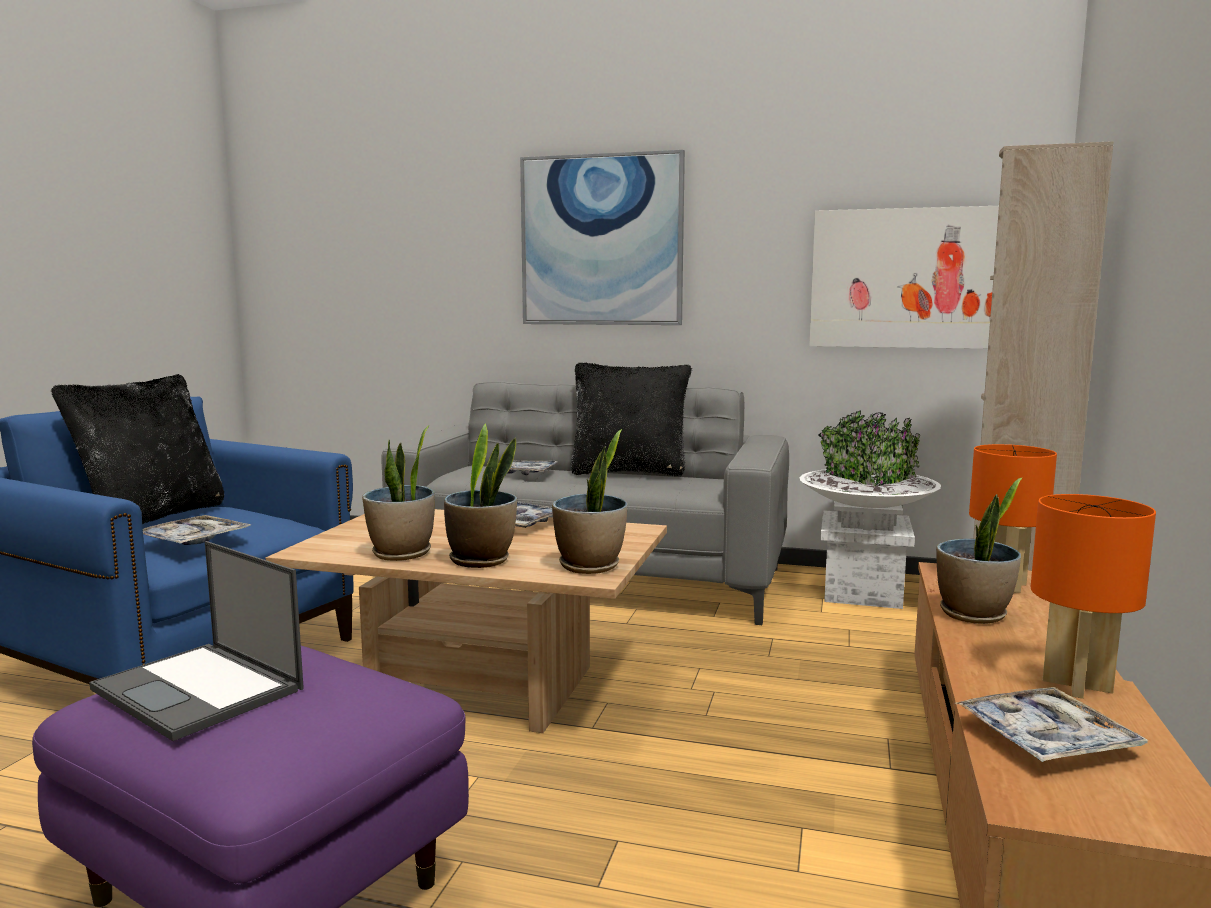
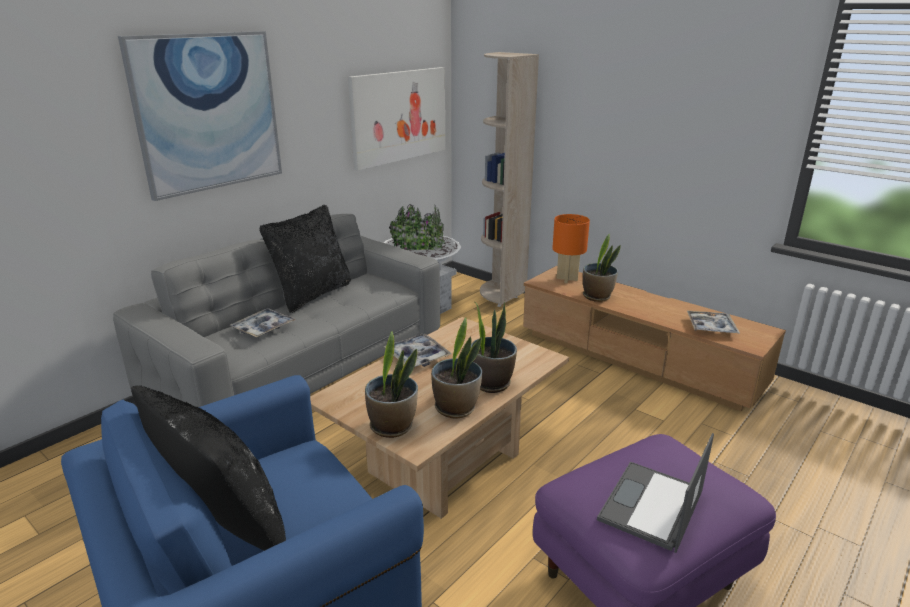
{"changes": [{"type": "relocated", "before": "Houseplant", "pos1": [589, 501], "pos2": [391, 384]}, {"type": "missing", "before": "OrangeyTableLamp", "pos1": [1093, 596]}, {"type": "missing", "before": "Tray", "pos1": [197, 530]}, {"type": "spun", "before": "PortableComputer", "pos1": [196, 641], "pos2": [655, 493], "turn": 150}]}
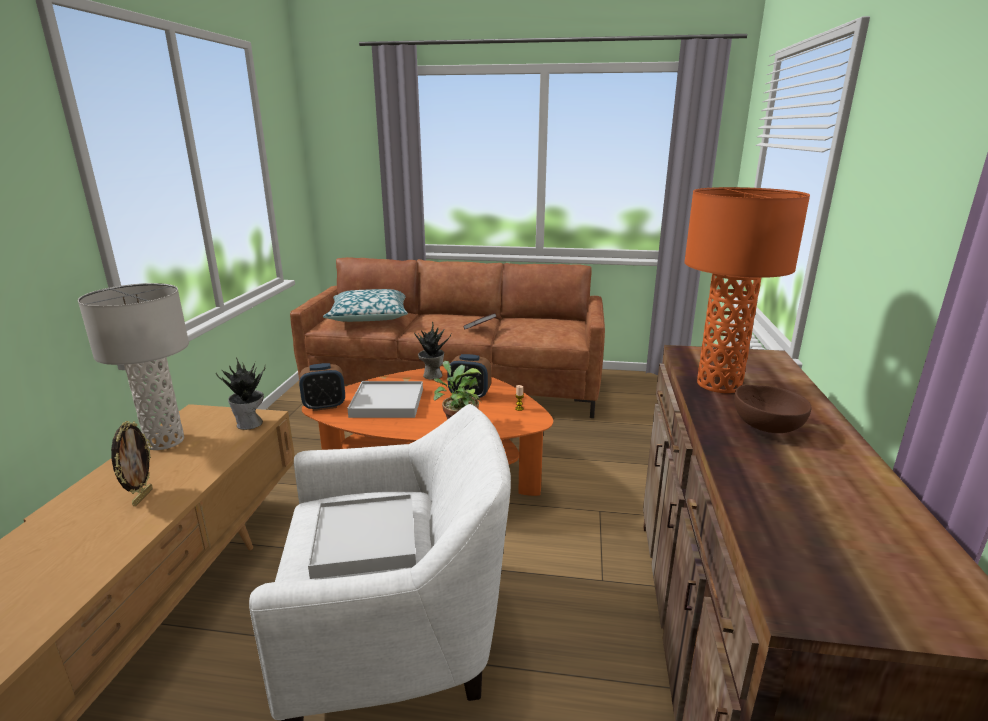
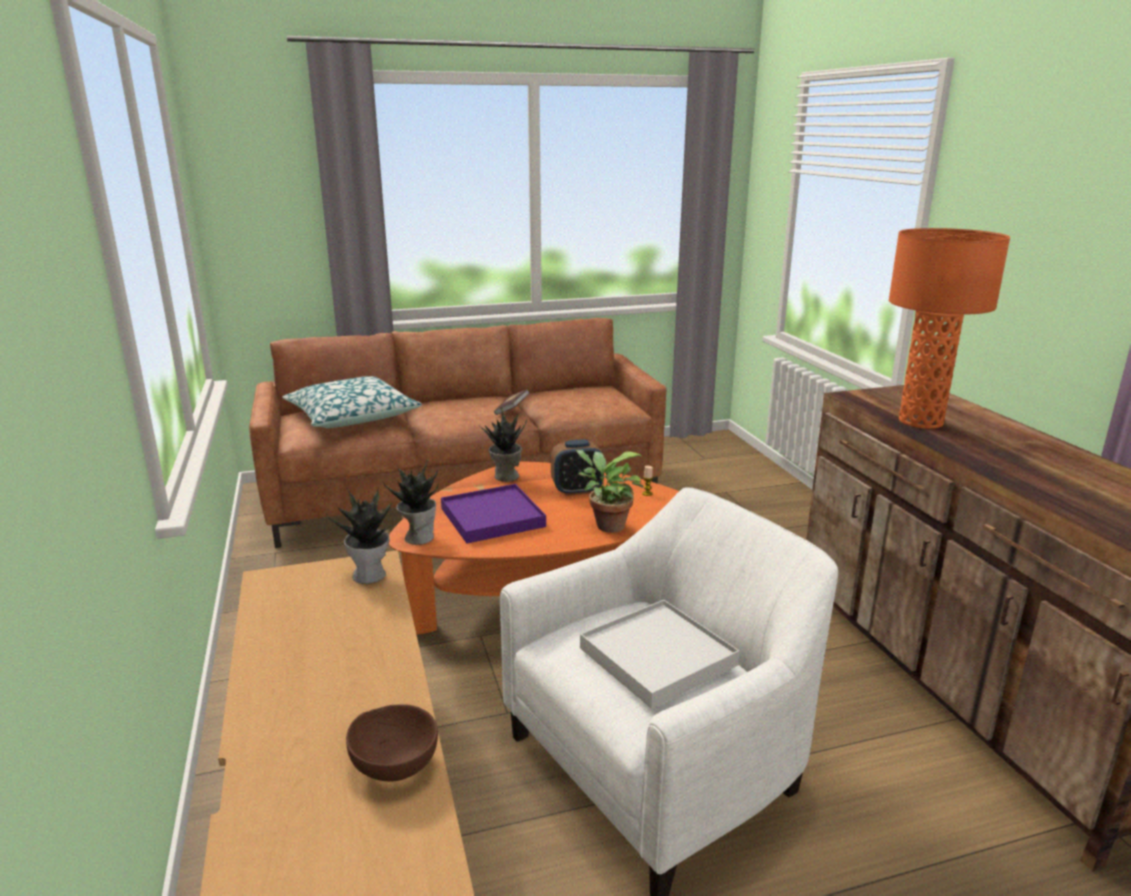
{"changes": [{"type": "missing", "before": "WhiteTableLamp", "pos1": [133, 366]}, {"type": "exchanged", "before": "AlarmClock", "after": "Houseplant", "pos1": [322, 387], "pos2": [410, 502]}, {"type": "colour", "before": "WhiteTray", "after": "PurpleColouredTray", "pos1": [385, 399], "pos2": [493, 513]}, {"type": "relocated", "before": "BrownServingBowl", "pos1": [772, 408], "pos2": [392, 743]}, {"type": "missing", "before": "PhotoFrame", "pos1": [131, 463]}]}
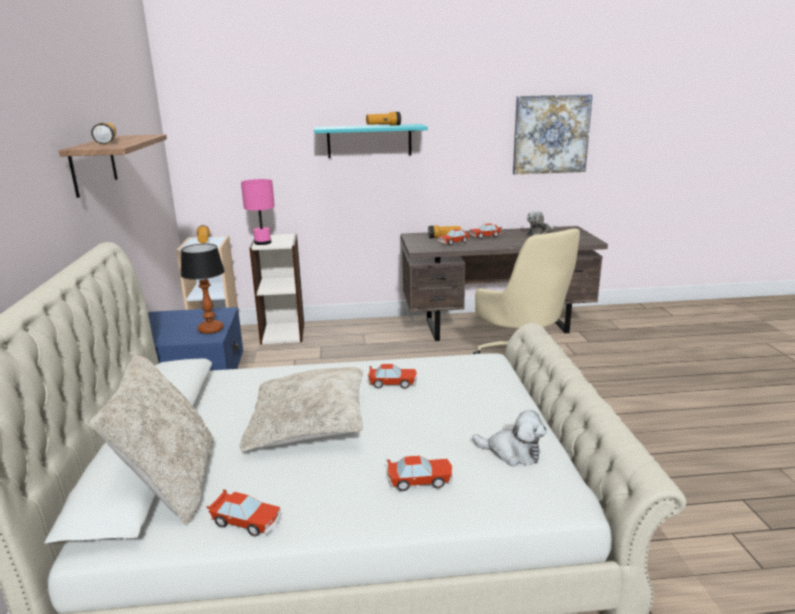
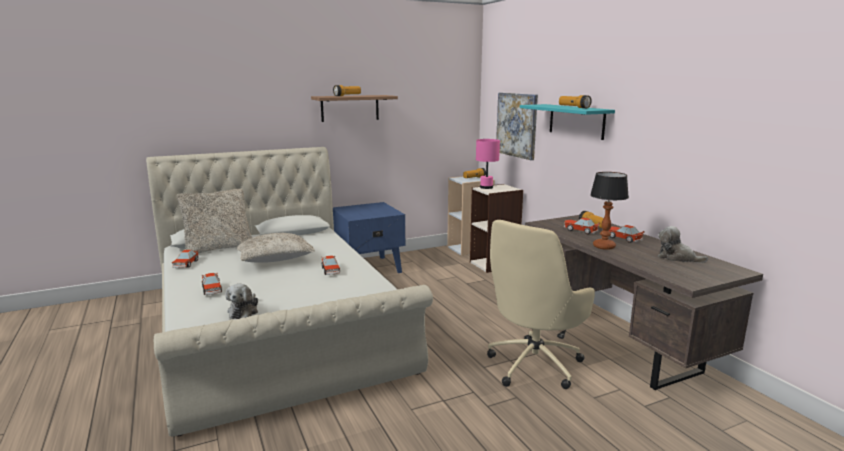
{"changes": [{"type": "relocated", "before": "Picture", "pos1": [553, 134], "pos2": [517, 126]}, {"type": "relocated", "before": "TableLamp", "pos1": [203, 289], "pos2": [609, 211]}]}
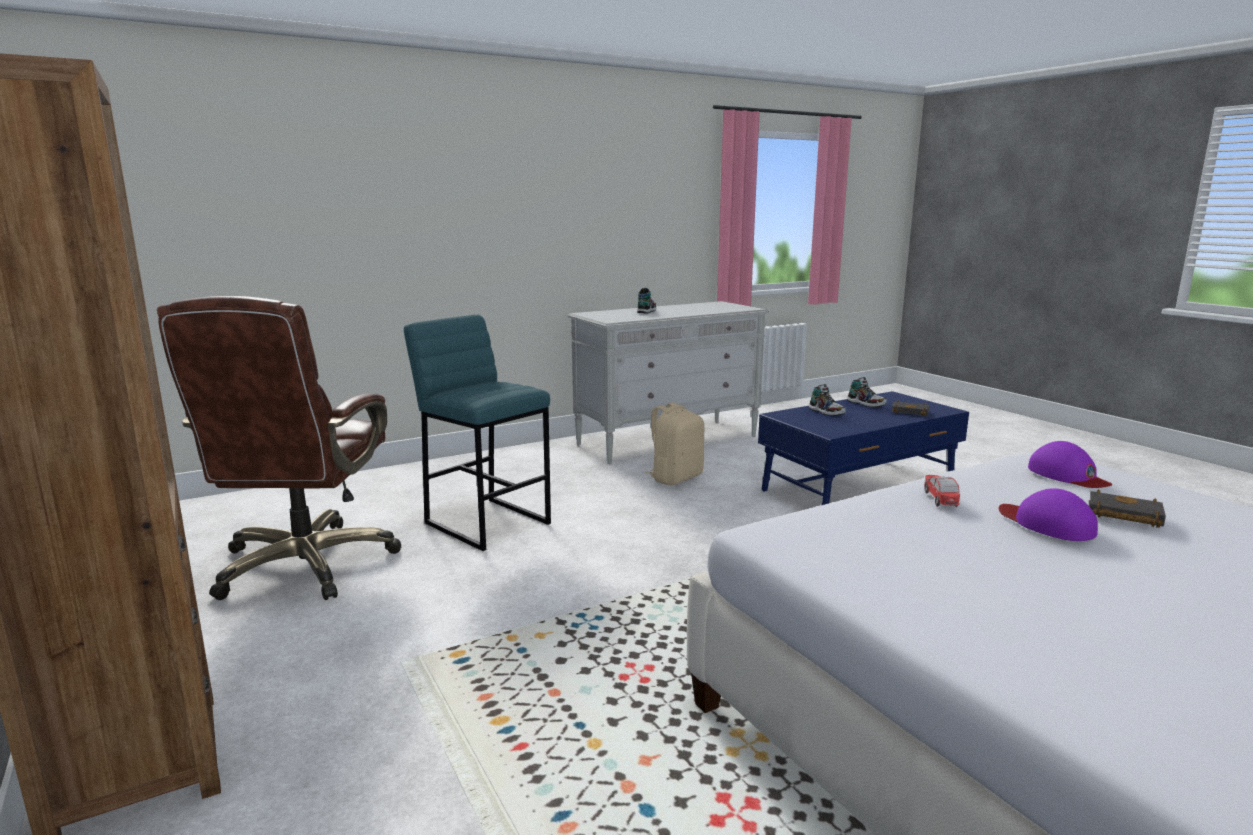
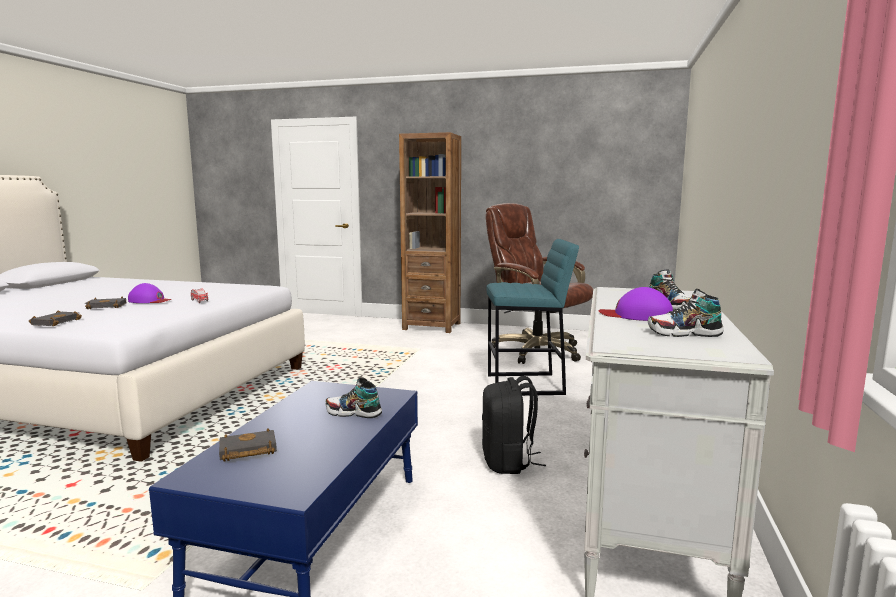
{"changes": [{"type": "relocated", "before": "LowShoe", "pos1": [867, 392], "pos2": [686, 313]}, {"type": "colour", "before": "BeigeKnapsack", "after": "BlackishKnapsack", "pos1": [674, 443], "pos2": [514, 425]}, {"type": "relocated", "before": "PurpleColouredPeakedCap", "pos1": [1070, 464], "pos2": [635, 304]}, {"type": "appeared", "after": "BlackishBook", "pos2": [55, 318]}]}
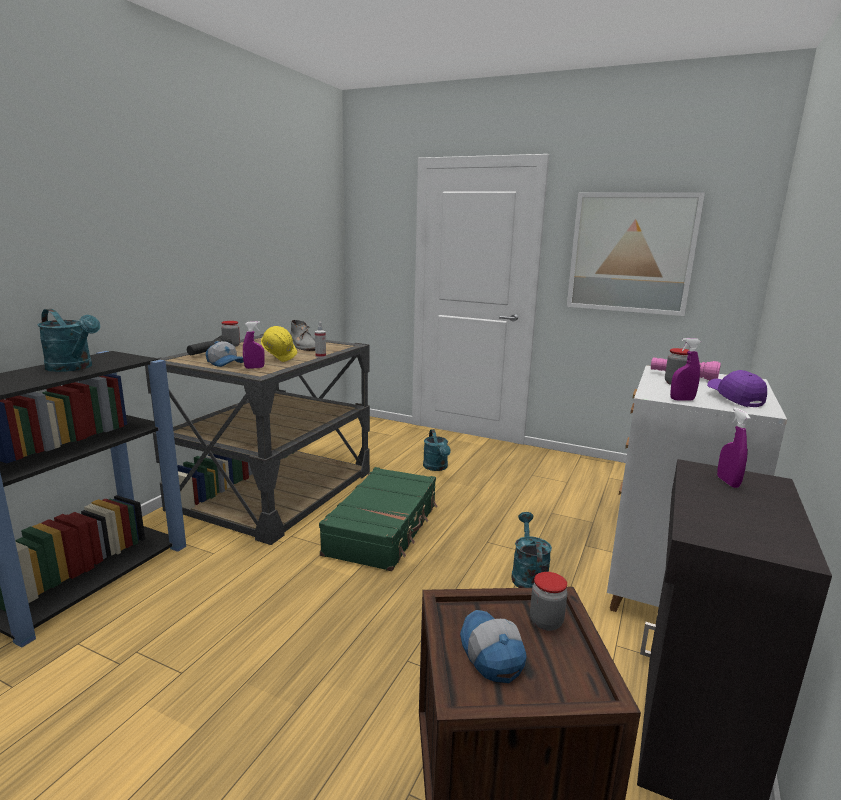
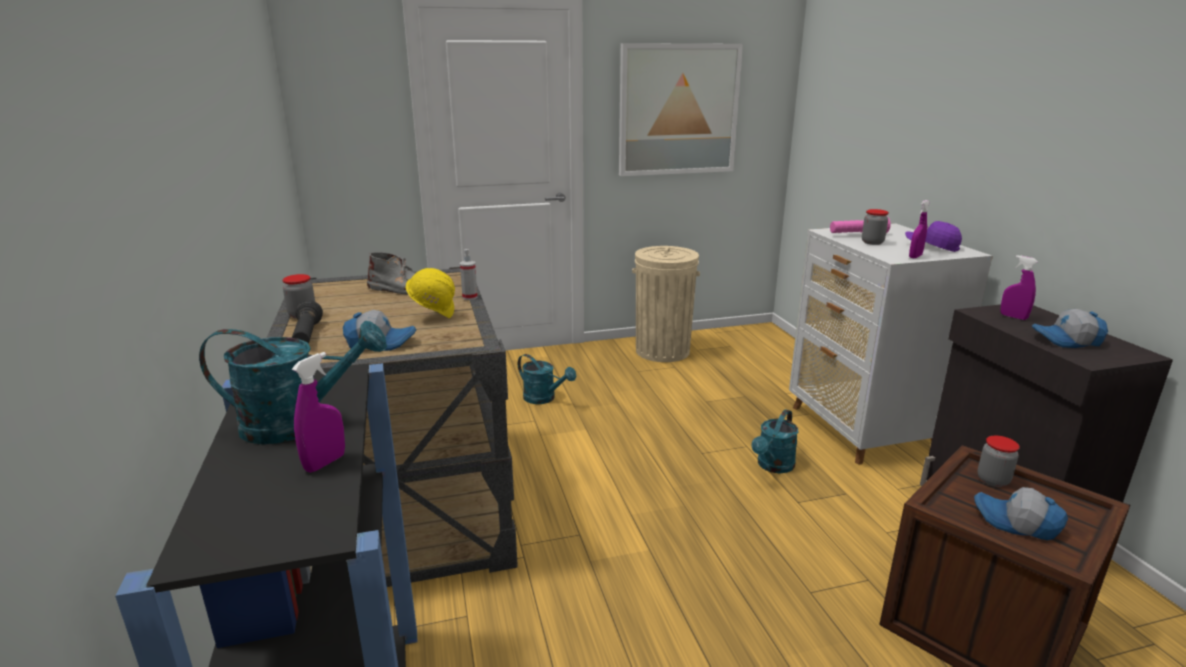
{"changes": [{"type": "relocated", "before": "PurpleColouredHandSprayer", "pos1": [254, 345], "pos2": [318, 412]}, {"type": "missing", "before": "GreenColouredSuitcase", "pos1": [378, 519]}, {"type": "spun", "before": "BlueGreenWateringCan", "pos1": [531, 550], "pos2": [775, 441], "turn": -105}, {"type": "appeared", "after": "BeigeTrashCan", "pos2": [666, 304]}, {"type": "appeared", "after": "PeakedCap", "pos2": [1070, 328]}]}
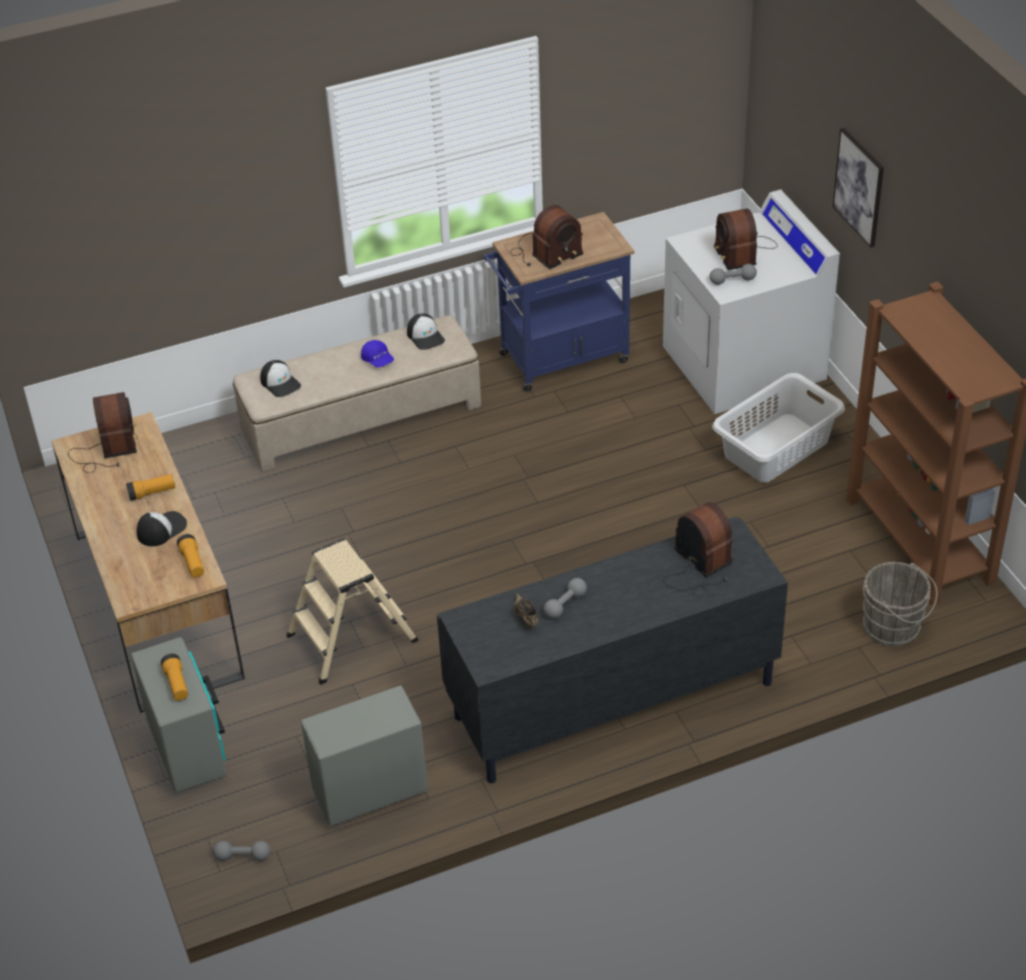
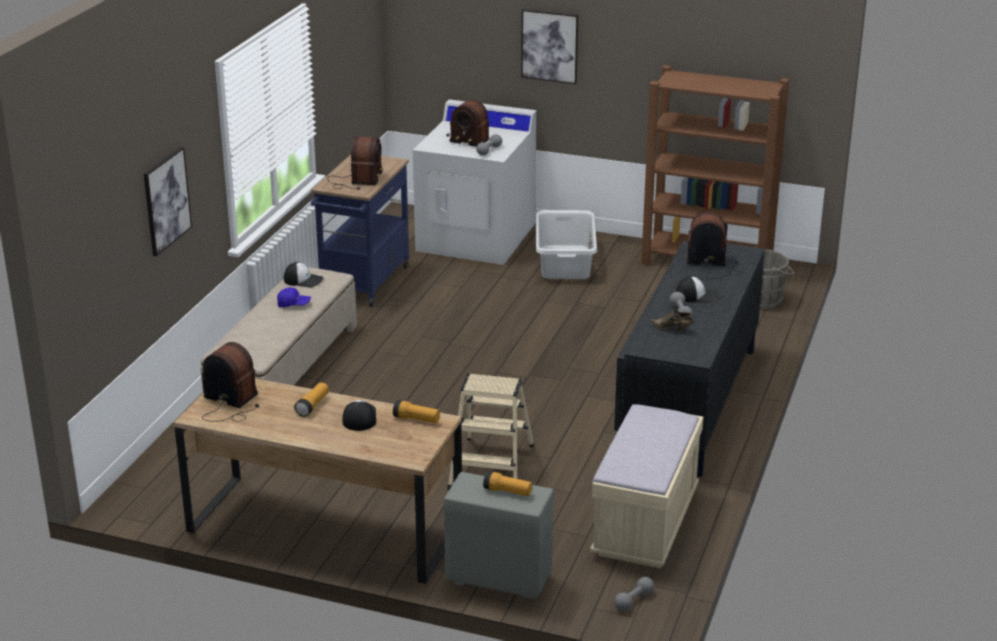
{"changes": [{"type": "relocated", "before": "PeakedCap", "pos1": [280, 378], "pos2": [697, 289]}, {"type": "exchanged", "before": "GreyishNightTable", "after": "BeigeLongSeat", "pos1": [364, 756], "pos2": [646, 486]}, {"type": "appeared", "after": "Picture", "pos2": [168, 201]}]}
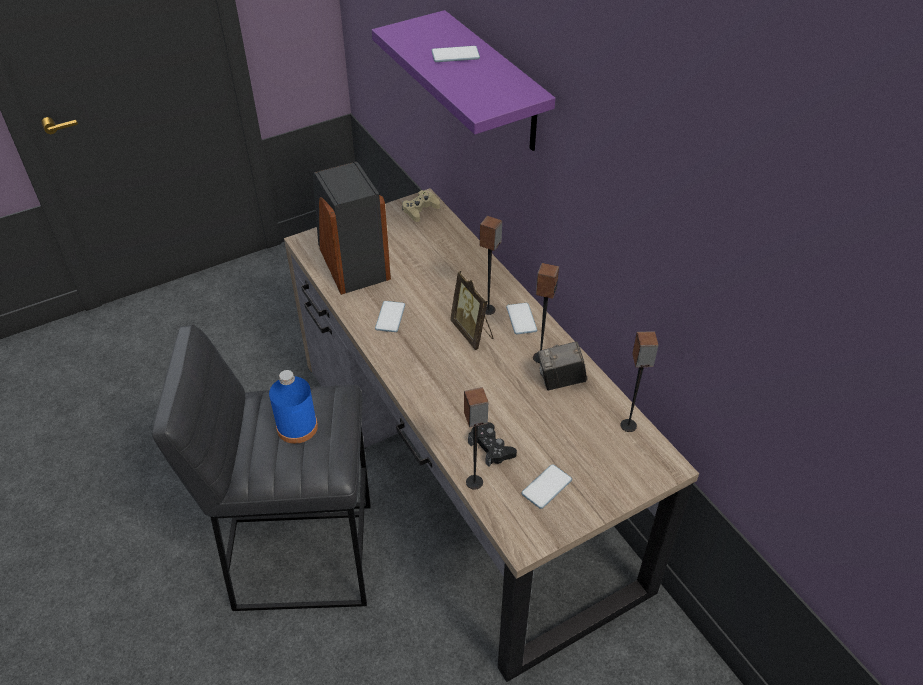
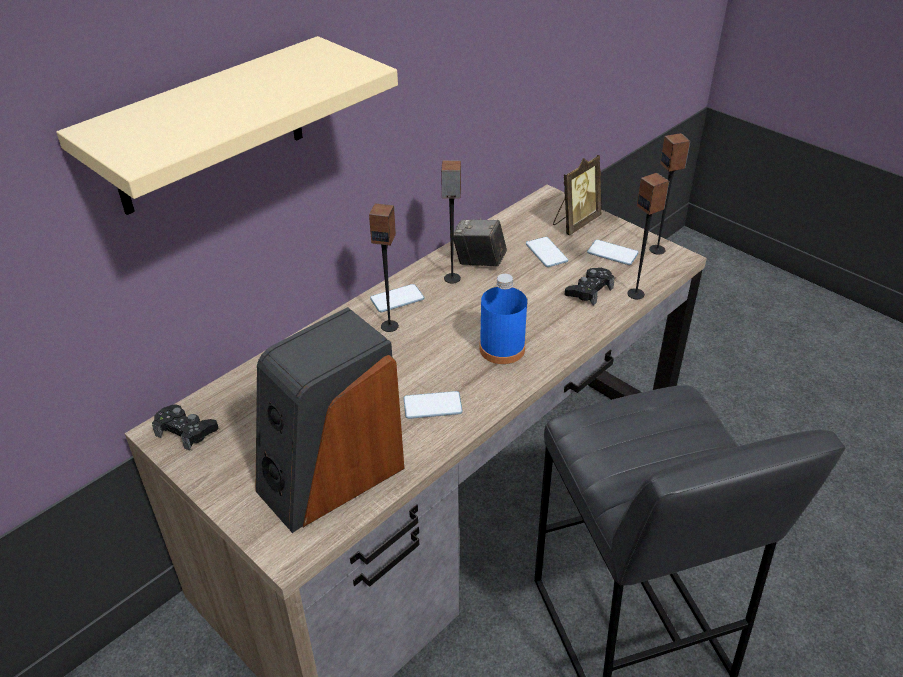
{"changes": [{"type": "colour", "before": "PurpleColouredWallShelf", "after": "BeigeWallShelf", "pos1": [463, 80], "pos2": [227, 125]}, {"type": "relocated", "before": "Handset", "pos1": [455, 54], "pos2": [547, 252]}, {"type": "colour", "before": "BeigeGameController", "after": "BlackishGameController", "pos1": [421, 206], "pos2": [185, 427]}, {"type": "relocated", "before": "PhotoFrame", "pos1": [471, 310], "pos2": [577, 195]}, {"type": "relocated", "before": "Loudspeaker", "pos1": [639, 381], "pos2": [669, 194]}, {"type": "spun", "before": "PhotoCamera", "pos1": [562, 366], "pos2": [480, 243], "turn": 135}, {"type": "relocated", "before": "BlueColouredDrinkBottle", "pos1": [293, 407], "pos2": [503, 319]}]}
